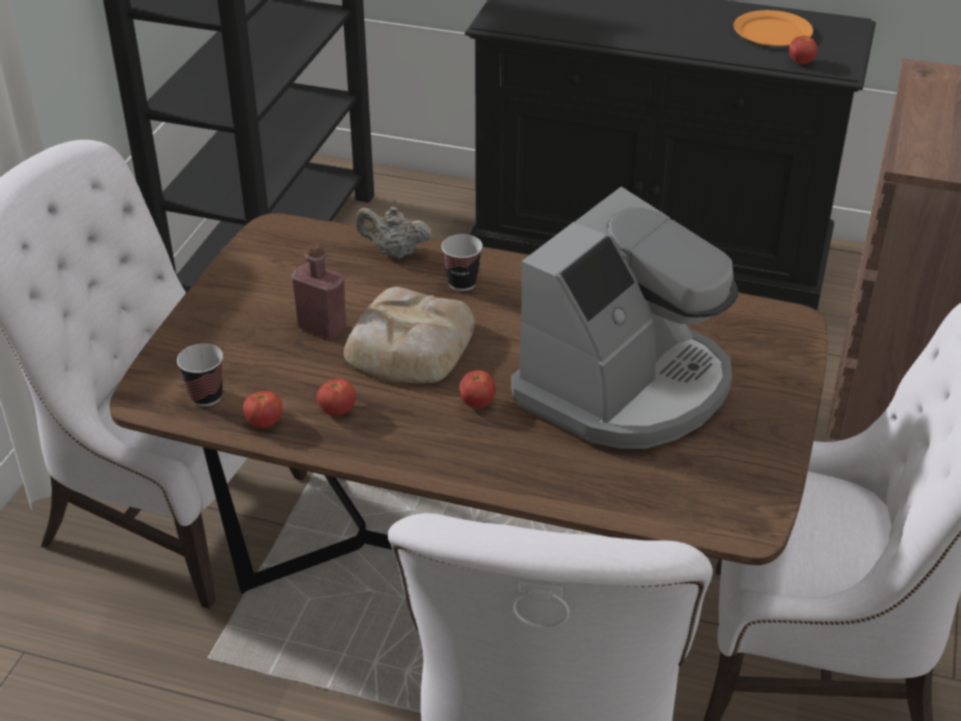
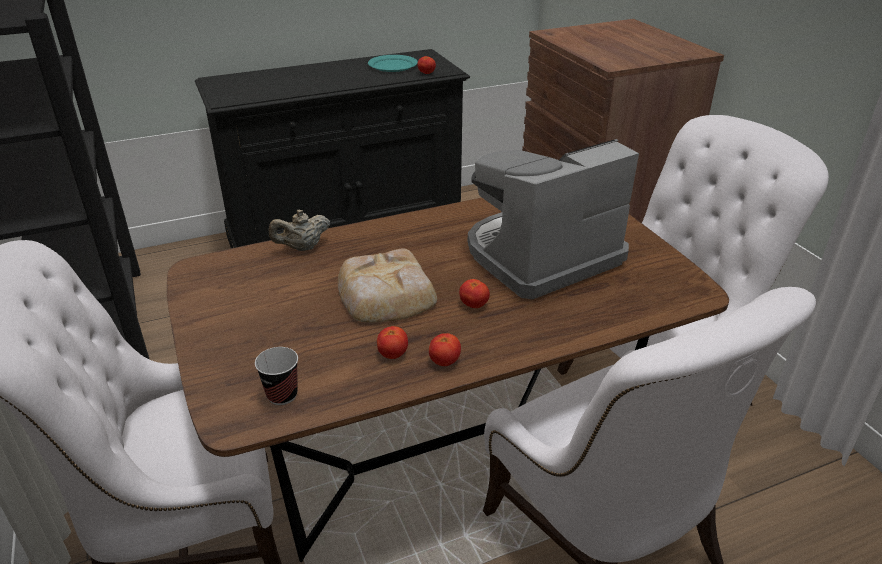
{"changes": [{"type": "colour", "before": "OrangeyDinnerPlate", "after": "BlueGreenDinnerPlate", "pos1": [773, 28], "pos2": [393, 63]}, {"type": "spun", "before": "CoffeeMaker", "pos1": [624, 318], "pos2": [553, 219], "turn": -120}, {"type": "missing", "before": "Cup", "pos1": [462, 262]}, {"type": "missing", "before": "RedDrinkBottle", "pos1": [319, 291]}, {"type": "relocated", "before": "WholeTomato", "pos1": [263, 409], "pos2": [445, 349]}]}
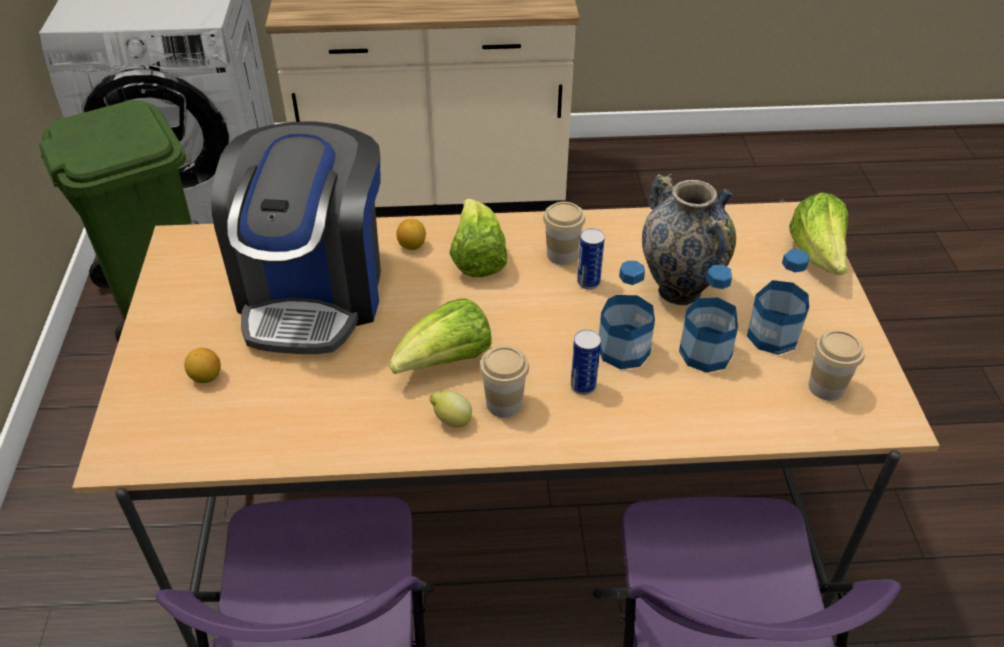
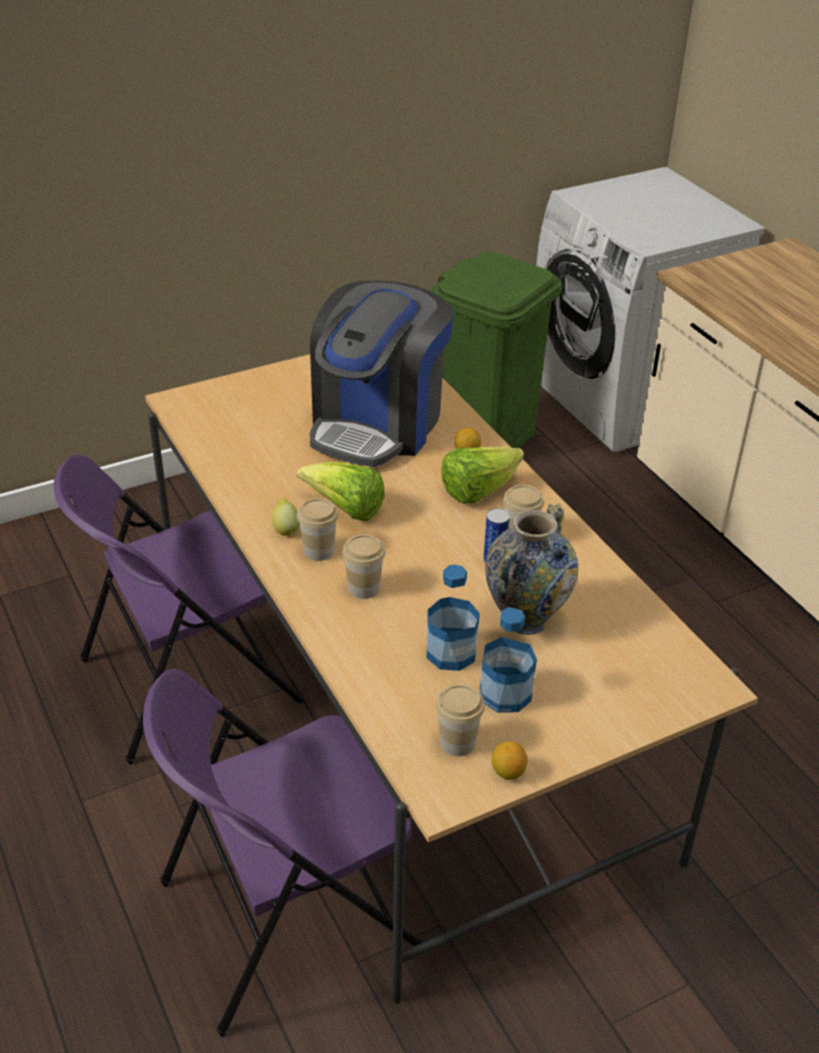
{"changes": [{"type": "spun", "before": "CoffeeMaker", "pos1": [296, 237], "pos2": [382, 374], "turn": -45}, {"type": "missing", "before": "HeadOfLettuce", "pos1": [819, 233]}, {"type": "missing", "before": "DrinkBottle", "pos1": [627, 315]}, {"type": "exchanged", "before": "MetalCan", "after": "Cup", "pos1": [586, 362], "pos2": [364, 566]}, {"type": "relocated", "before": "WholeLemon", "pos1": [202, 365], "pos2": [509, 760]}]}
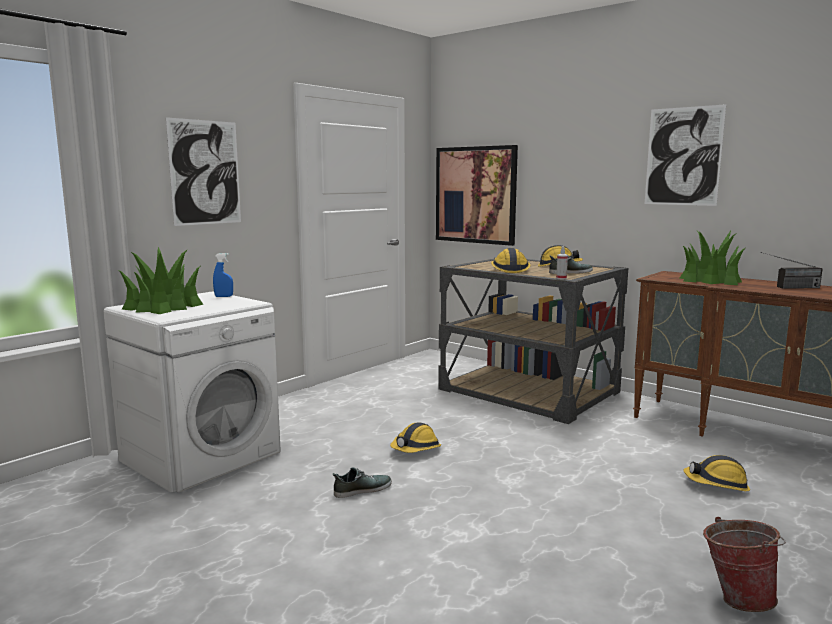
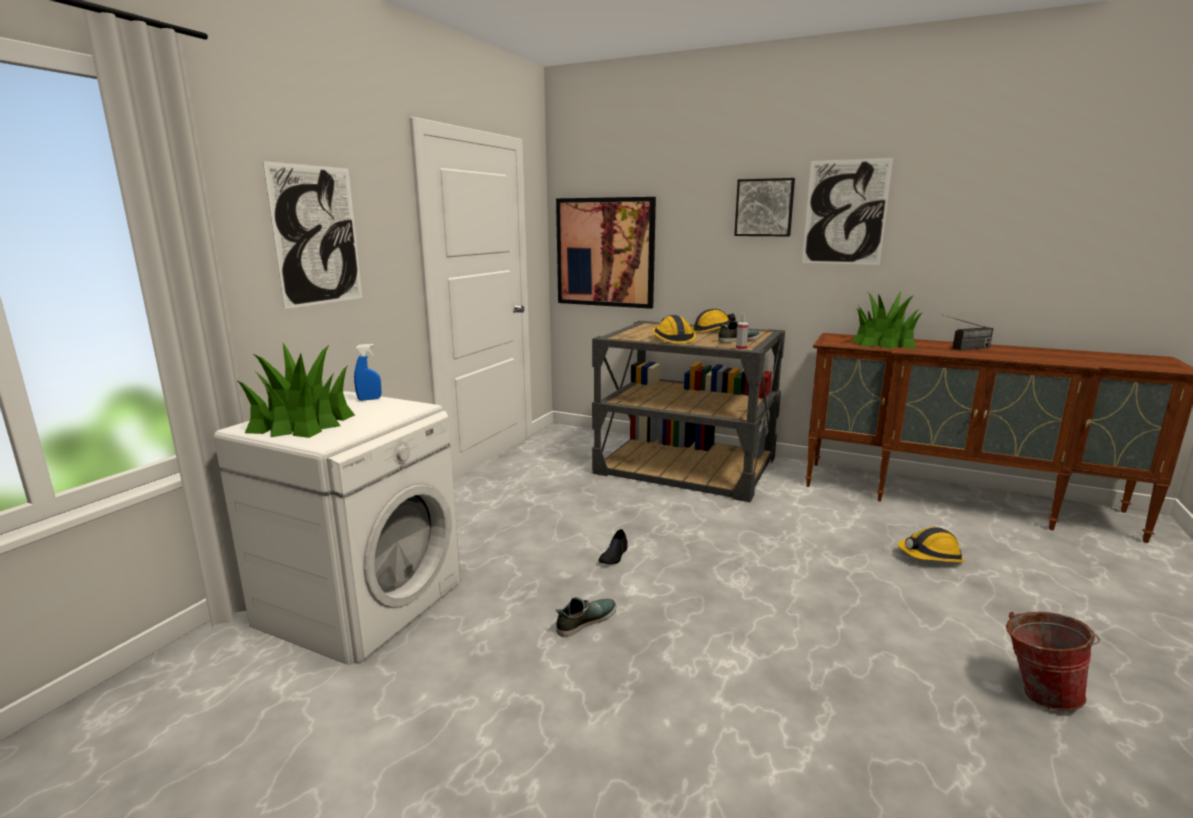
{"changes": [{"type": "exchanged", "before": "WorkHelmet", "after": "BlackishLowShoe", "pos1": [415, 437], "pos2": [613, 546]}, {"type": "appeared", "after": "Picture", "pos2": [764, 207]}]}
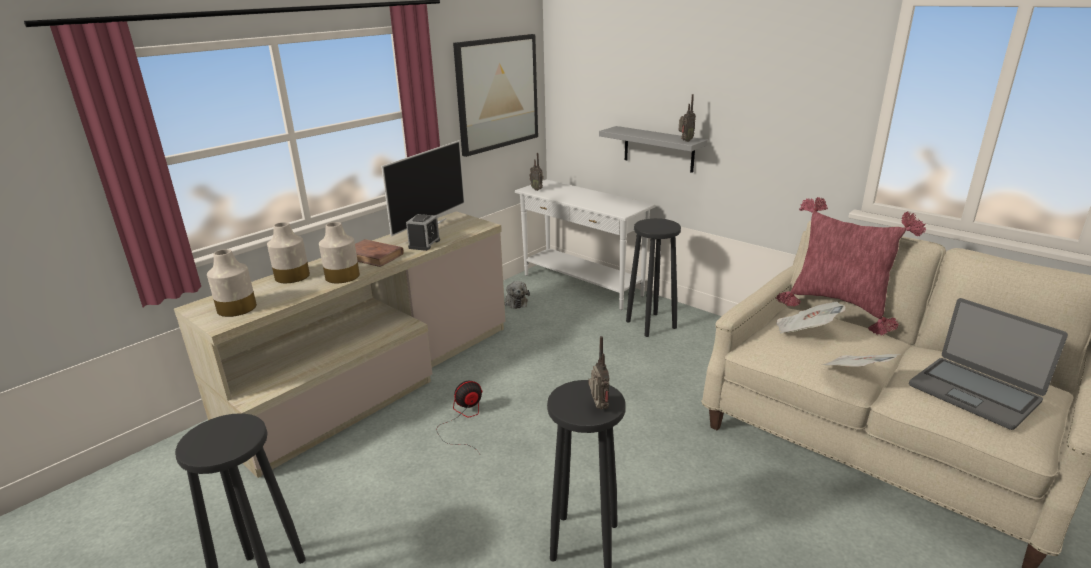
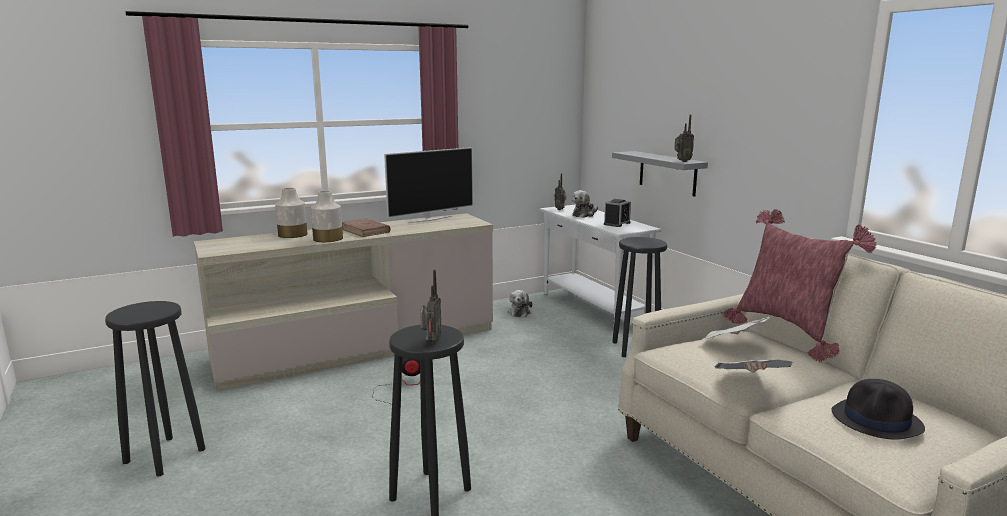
{"changes": [{"type": "missing", "before": "Picture", "pos1": [495, 95]}, {"type": "relocated", "before": "AlarmClock", "pos1": [423, 232], "pos2": [617, 213]}, {"type": "missing", "before": "BeigeFlowerVase", "pos1": [232, 283]}, {"type": "exchanged", "before": "PortableComputer", "after": "BlackishClothingHat", "pos1": [988, 364], "pos2": [878, 409]}, {"type": "appeared", "after": "SoftToy", "pos2": [585, 204]}]}
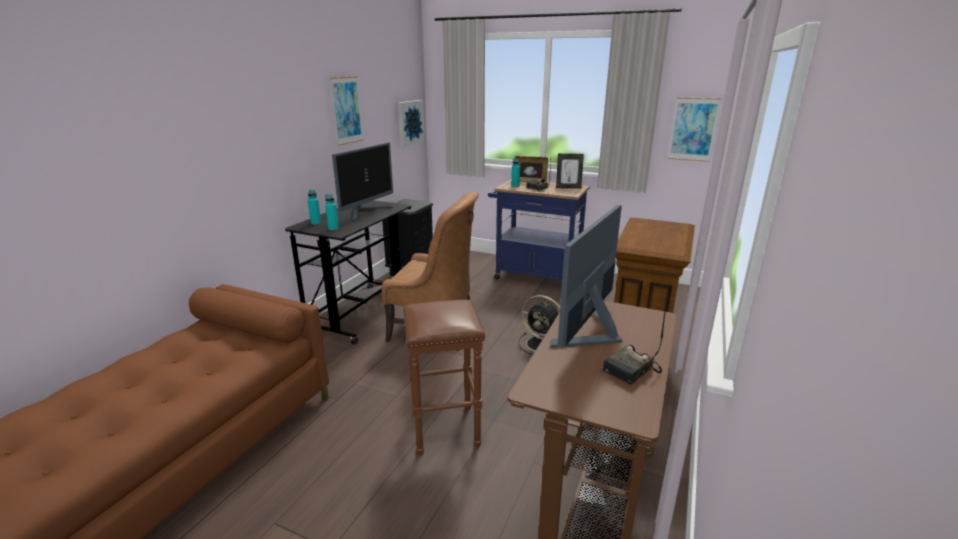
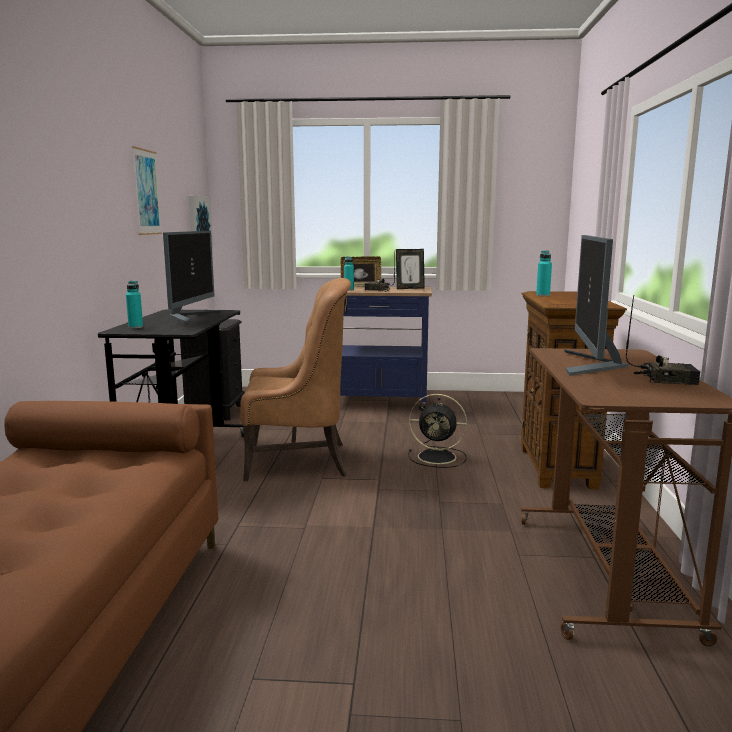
{"changes": [{"type": "missing", "before": "Picture", "pos1": [694, 129]}, {"type": "relocated", "before": "BlueGreenDrinkBottle", "pos1": [332, 212], "pos2": [544, 273]}, {"type": "spun", "before": "RadioReceiver", "pos1": [635, 338], "pos2": [663, 340], "turn": -105}, {"type": "missing", "before": "BrownStool", "pos1": [444, 377]}]}
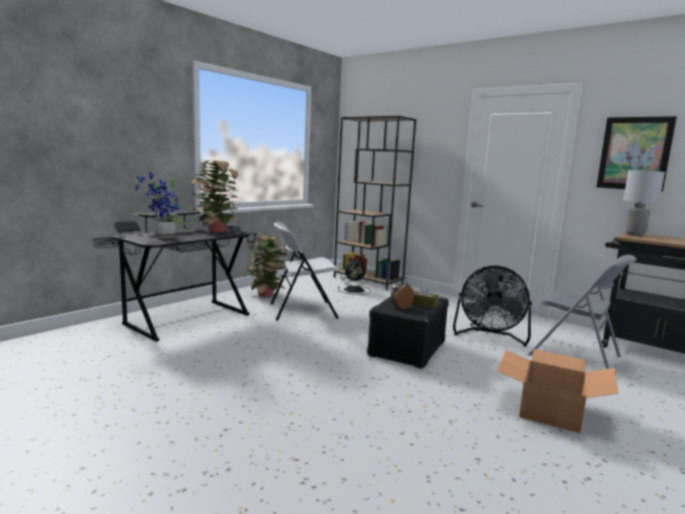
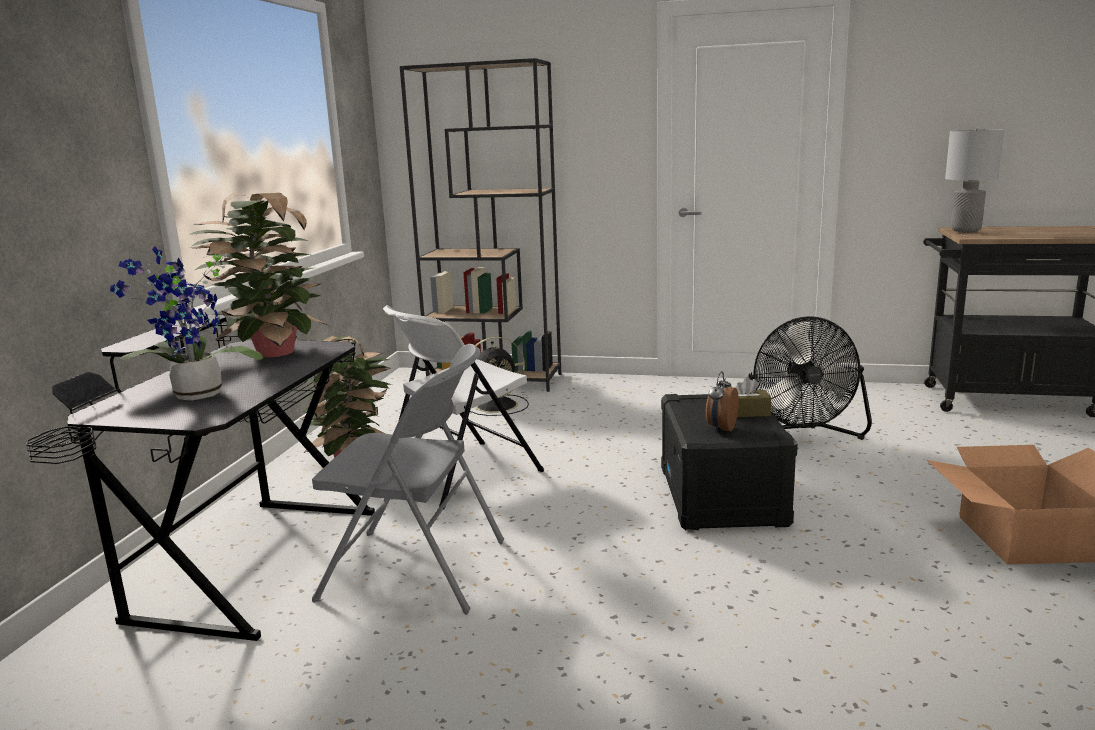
{"changes": [{"type": "missing", "before": "Picture", "pos1": [636, 154]}, {"type": "relocated", "before": "GreyishPlainChair", "pos1": [582, 312], "pos2": [408, 479]}]}
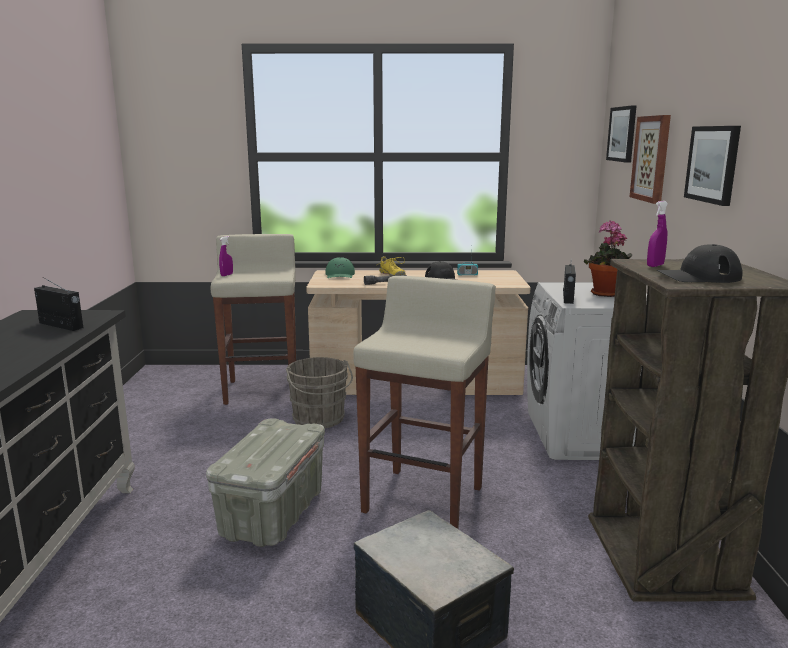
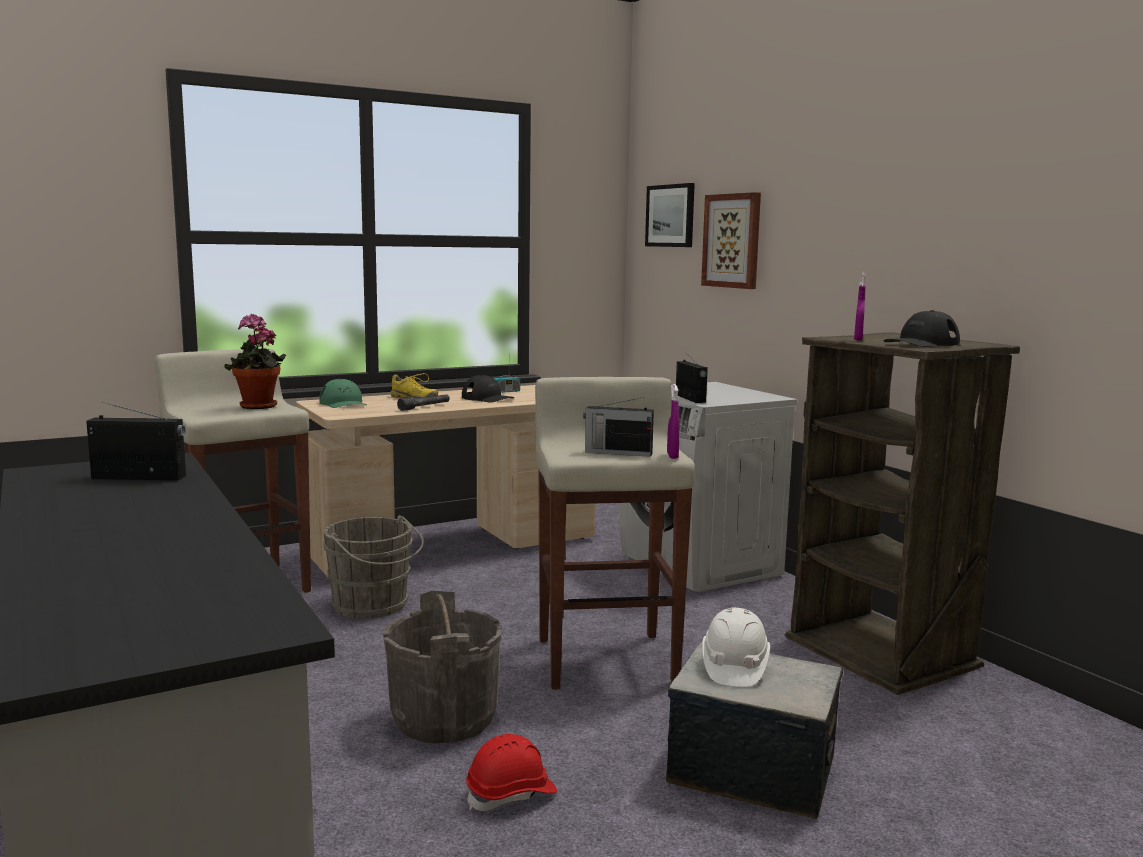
{"changes": [{"type": "missing", "before": "Picture", "pos1": [712, 166]}, {"type": "relocated", "before": "Houseplant", "pos1": [608, 258], "pos2": [255, 361]}, {"type": "relocated", "before": "PurpleColouredHandSprayer", "pos1": [226, 256], "pos2": [673, 421]}, {"type": "exchanged", "before": "GreyishStorageBox", "after": "GreyishBucket", "pos1": [265, 483], "pos2": [442, 667]}, {"type": "appeared", "after": "RadioReceiver", "pos2": [618, 427]}, {"type": "appeared", "after": "WhiteWorkHelmet", "pos2": [736, 647]}, {"type": "appeared", "after": "RedWorkHelmet", "pos2": [511, 772]}]}
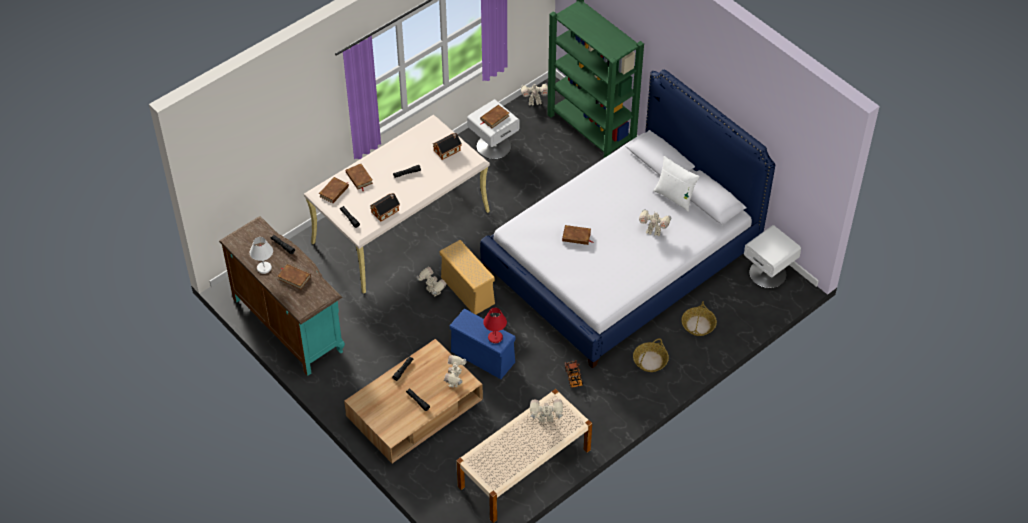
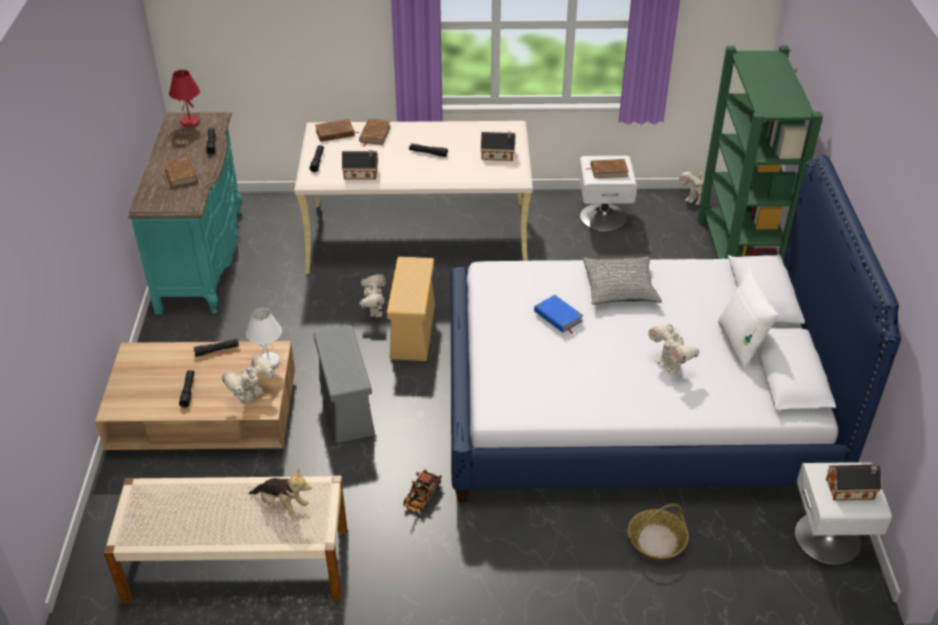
{"changes": [{"type": "colour", "before": "BrownBook", "after": "BlueColouredBook", "pos1": [577, 235], "pos2": [558, 314]}, {"type": "relocated", "before": "WhiteTableLamp", "pos1": [261, 255], "pos2": [264, 337]}, {"type": "relocated", "before": "RedTableLamp", "pos1": [495, 325], "pos2": [184, 98]}, {"type": "colour", "before": "BlueColouredStorageBox", "after": "GreyishStorageBox", "pos1": [482, 344], "pos2": [344, 384]}, {"type": "missing", "before": "StorageBasket", "pos1": [651, 355]}, {"type": "exchanged", "before": "RobotFigure", "after": "SoftToy", "pos1": [546, 411], "pos2": [280, 493]}, {"type": "appeared", "after": "GreyishCushion", "pos2": [622, 281]}, {"type": "appeared", "after": "ModelHouse", "pos2": [854, 483]}]}
